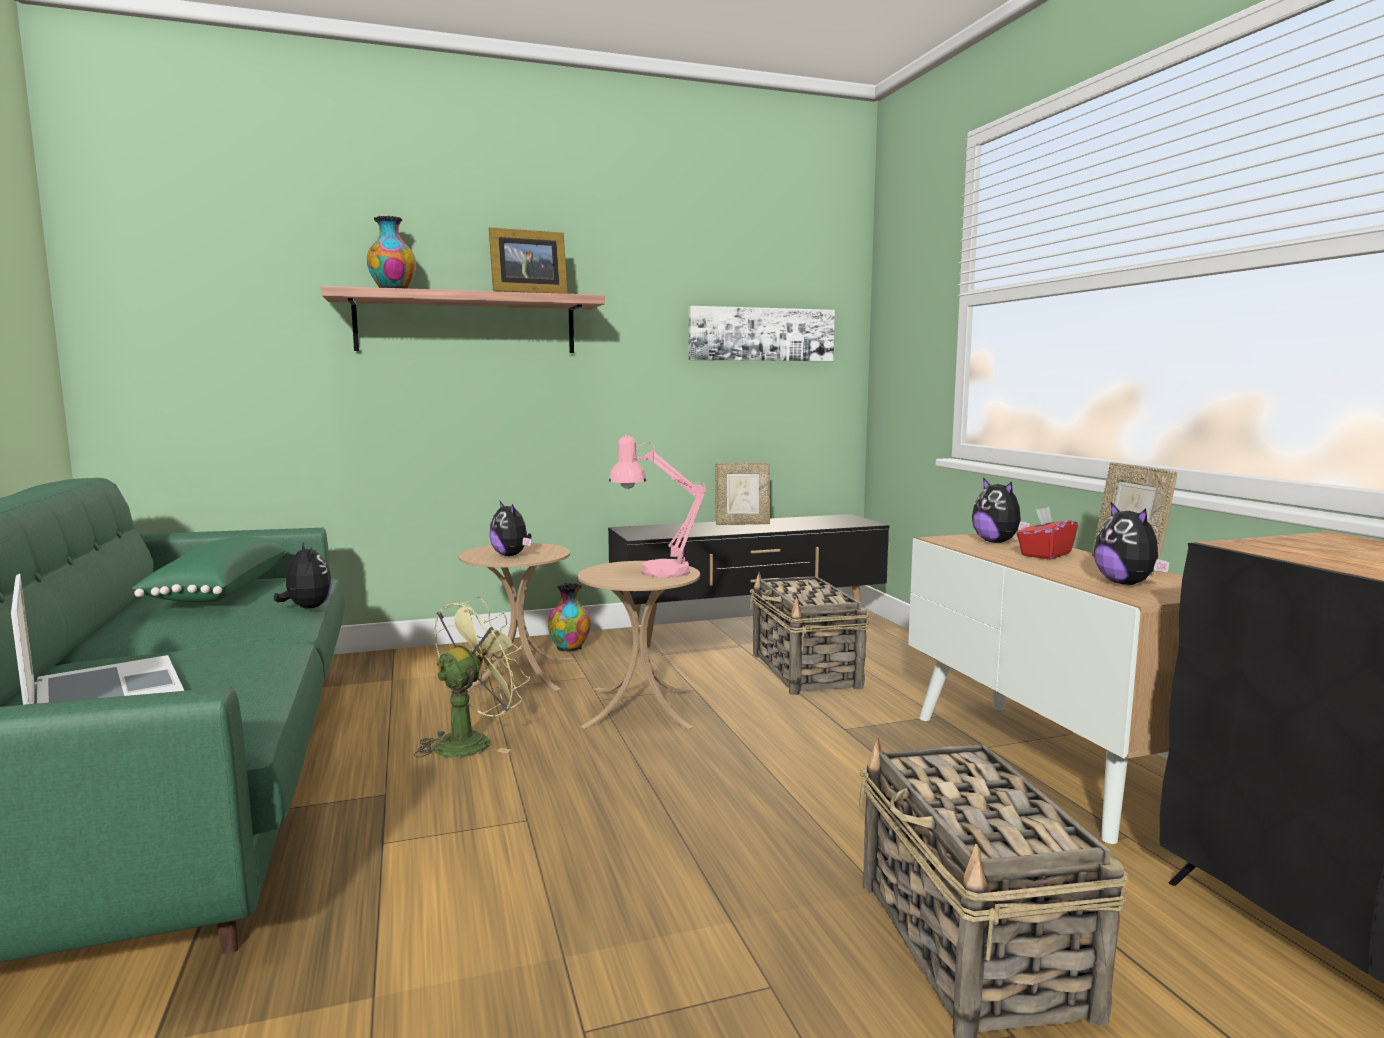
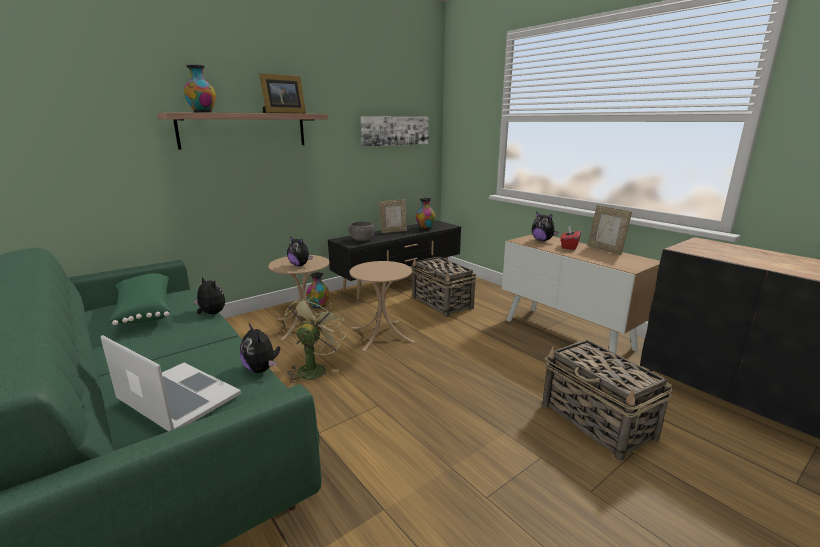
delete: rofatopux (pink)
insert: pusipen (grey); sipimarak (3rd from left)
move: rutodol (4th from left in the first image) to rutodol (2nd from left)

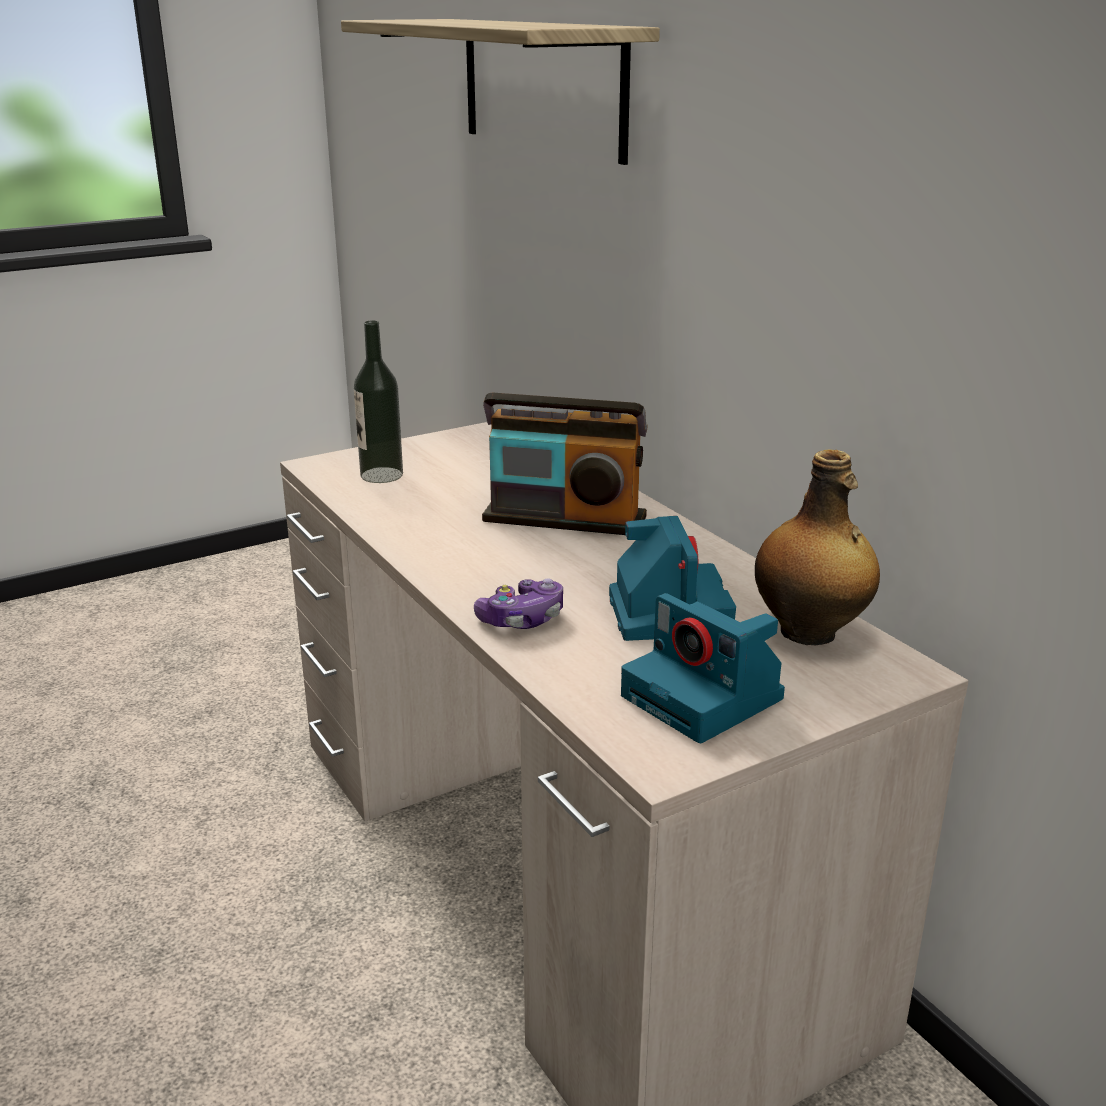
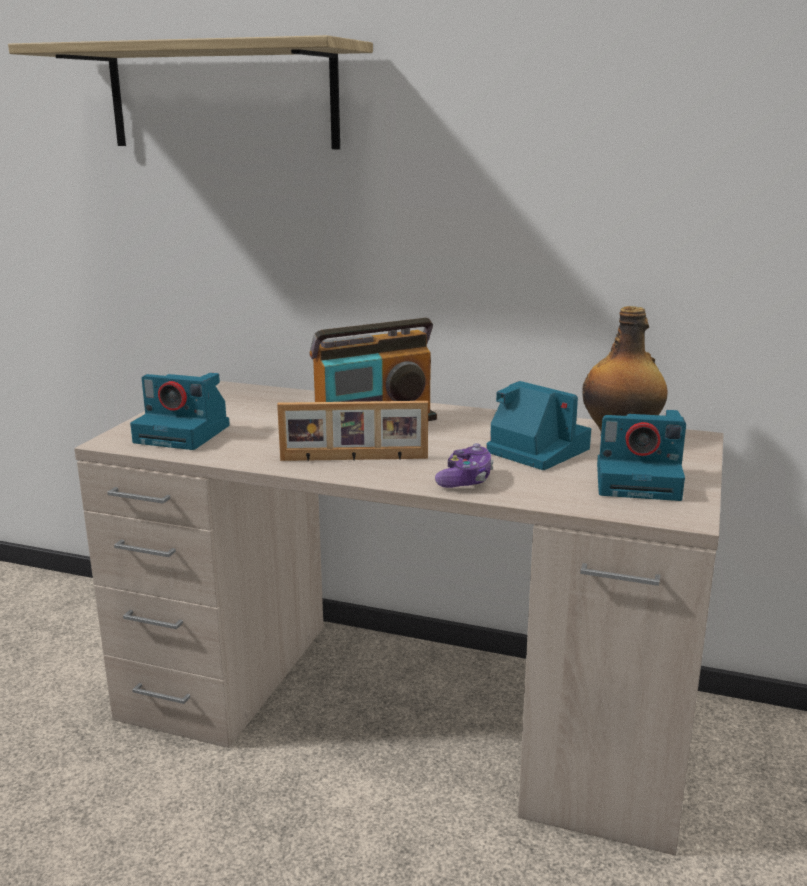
insert: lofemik
replace: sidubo (1st from left) to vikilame (1st from left)

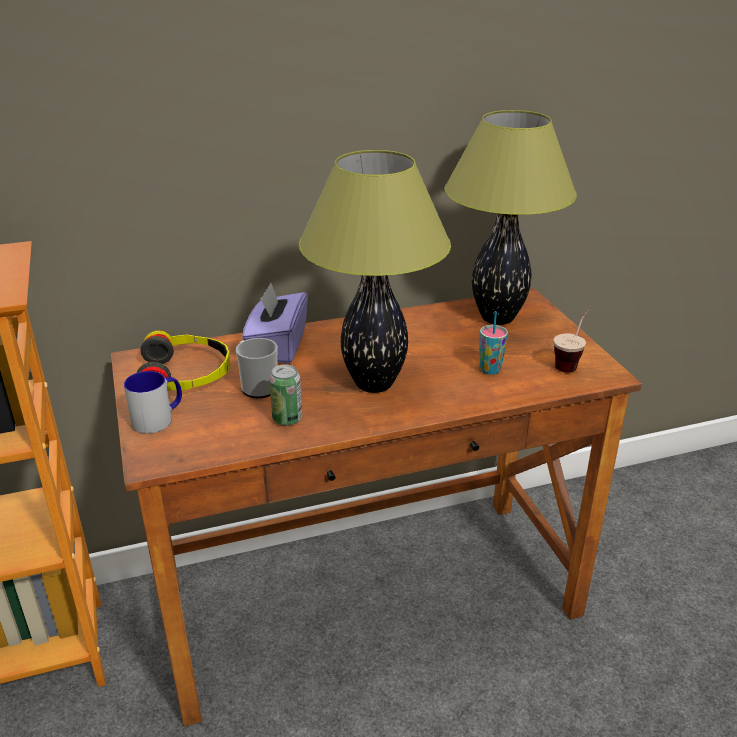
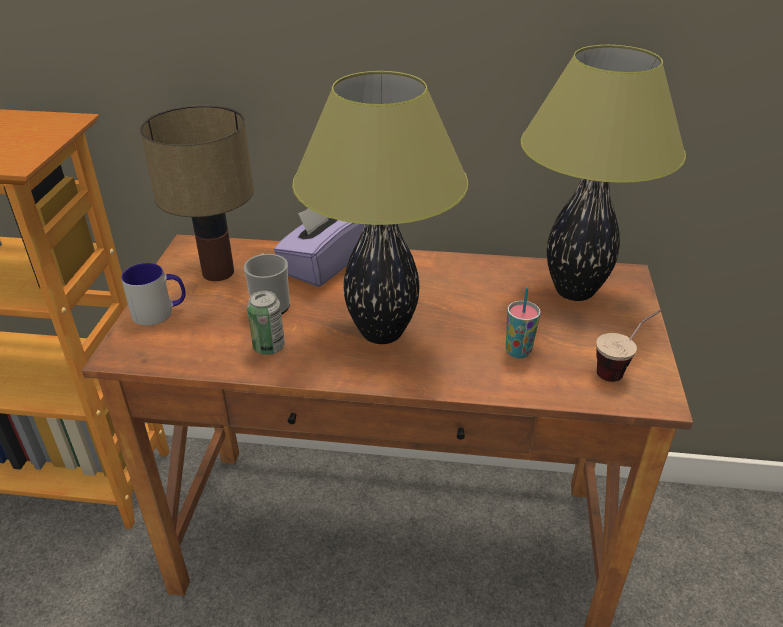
replace: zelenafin to rofatopux (1st from left)

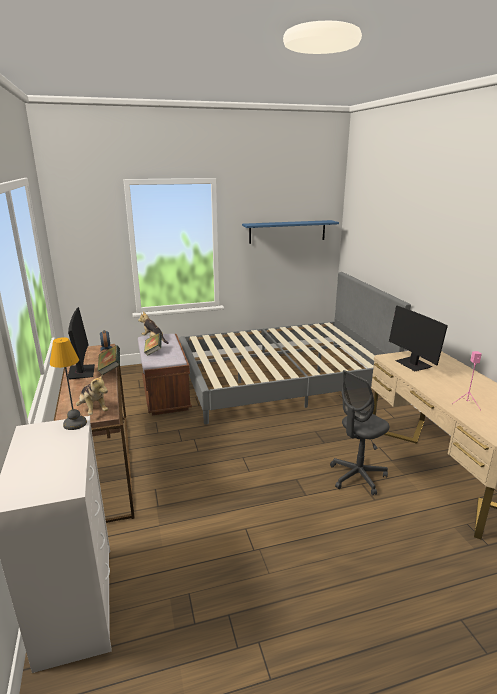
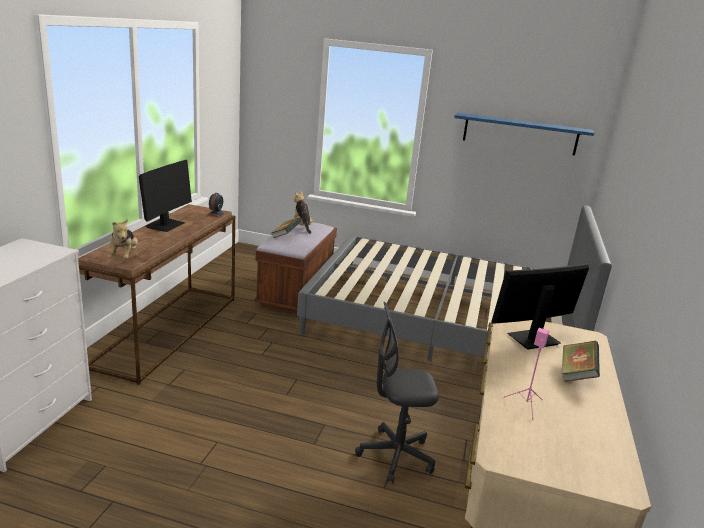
delete: rofatopux
move: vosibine (1st from left in the first image) to vosibine (2nd from left)
rotate: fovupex (2nd from left) 60 degrees clockwise

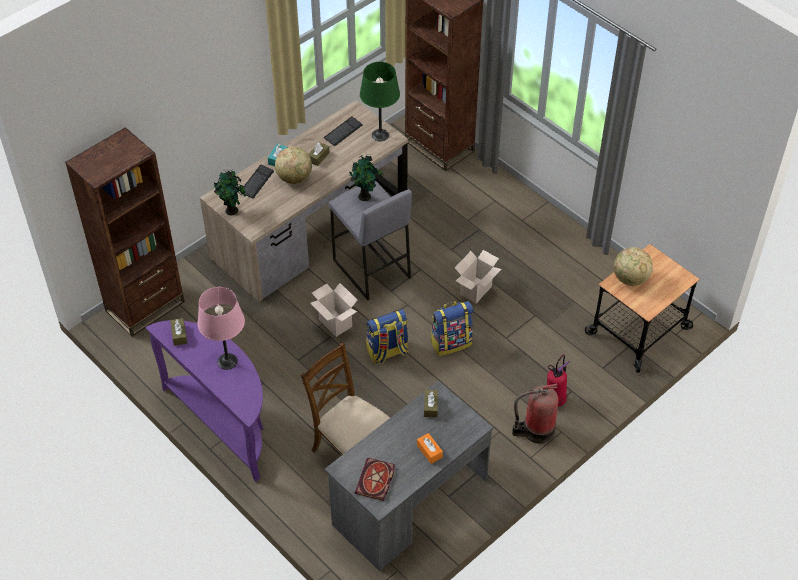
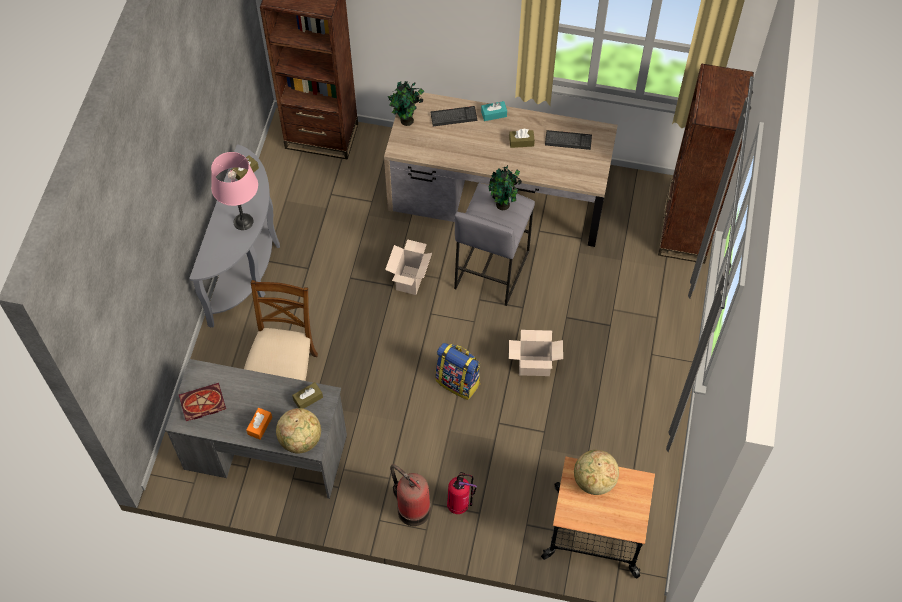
delete: rofatopux (green); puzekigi (1st from left)
move: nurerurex (1st from left)
recolor: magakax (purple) to magakax (grey)

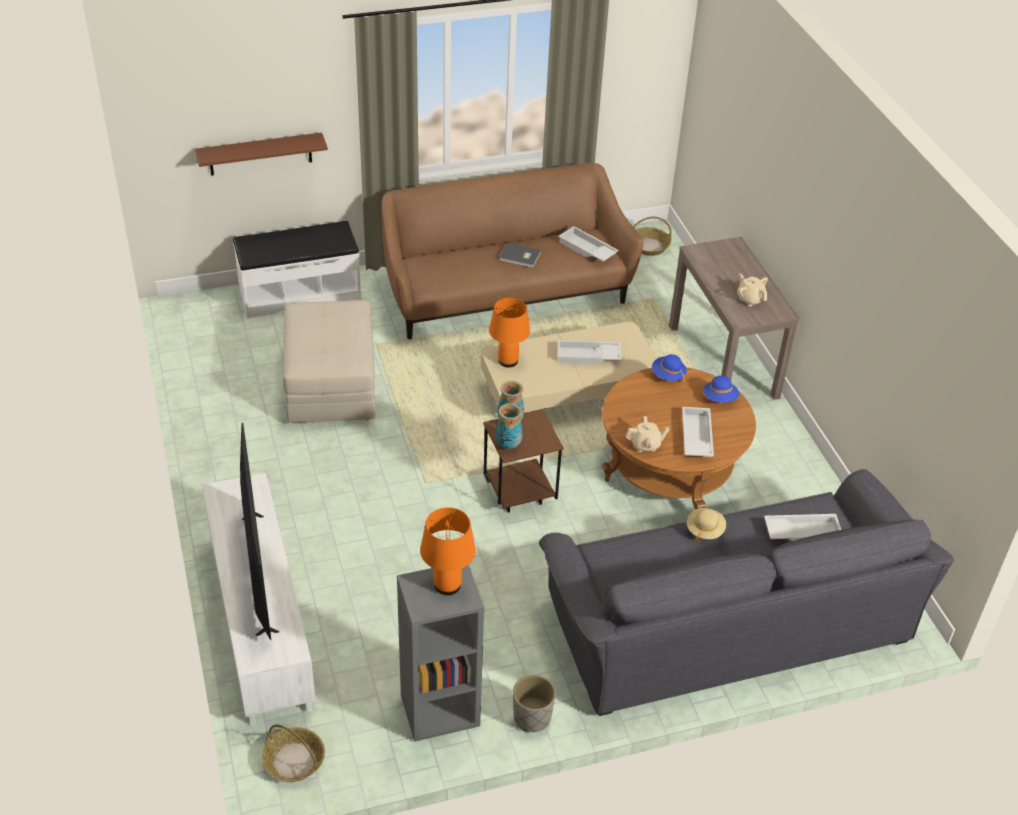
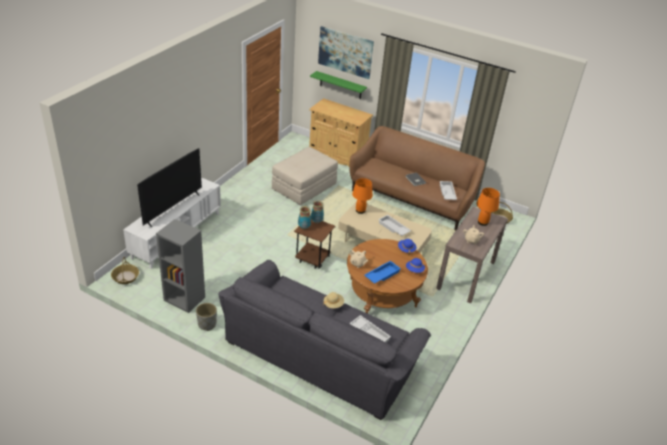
insert: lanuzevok
move: rofatopux (orange) (1st from left in the first image) to rofatopux (orange) (2nd from left)
replace: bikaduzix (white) to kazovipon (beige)
recolor: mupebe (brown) to mupebe (green); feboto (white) (3rd from left) to feboto (blue)

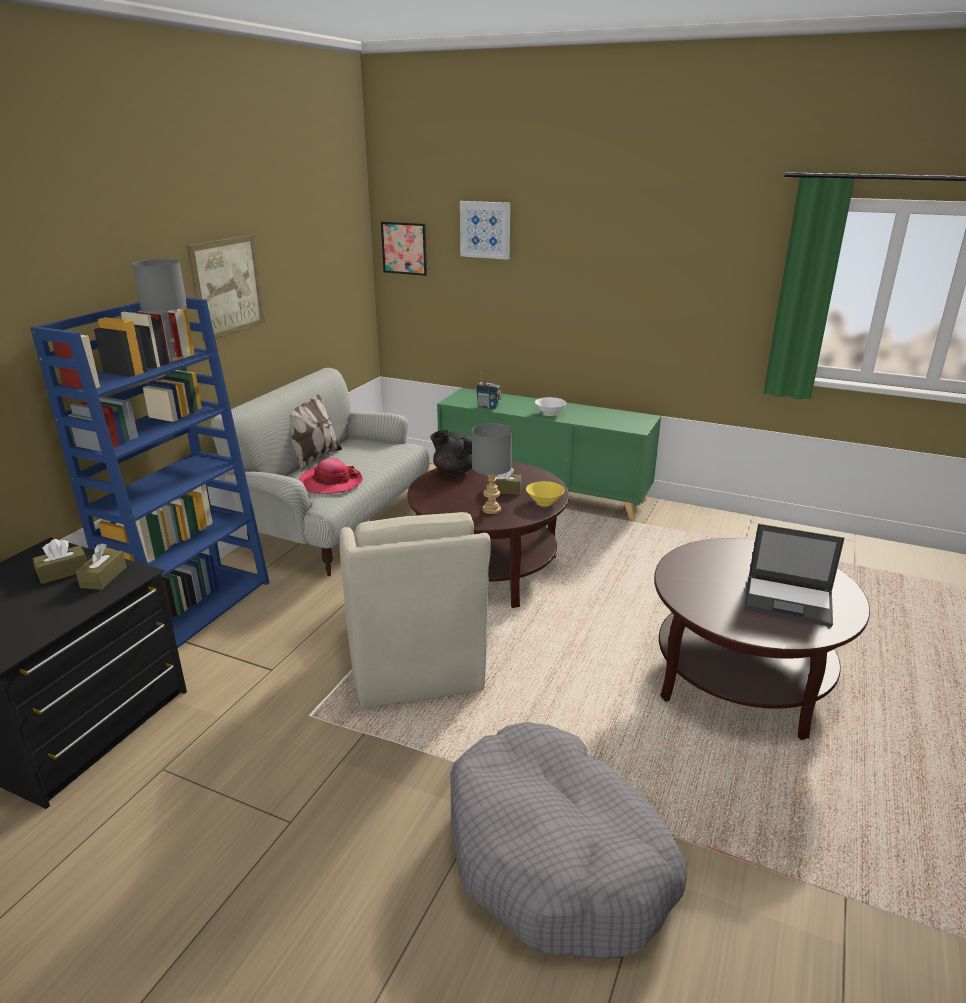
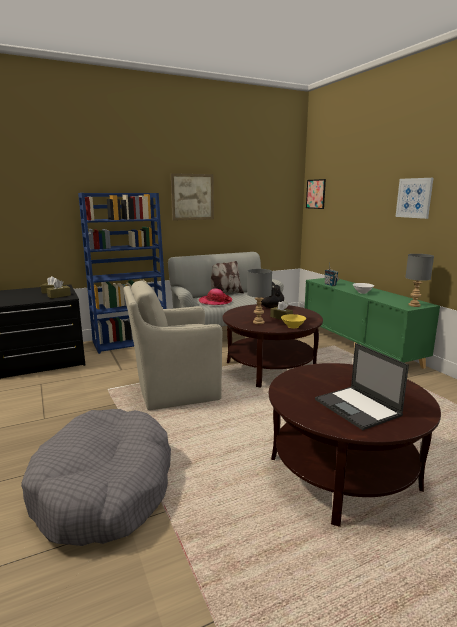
move: rofatopux (grey) (1st from left in the first image) to rofatopux (grey) (2nd from left); lanuzevok (3rd from left)
rotate: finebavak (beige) 45 degrees clockwise

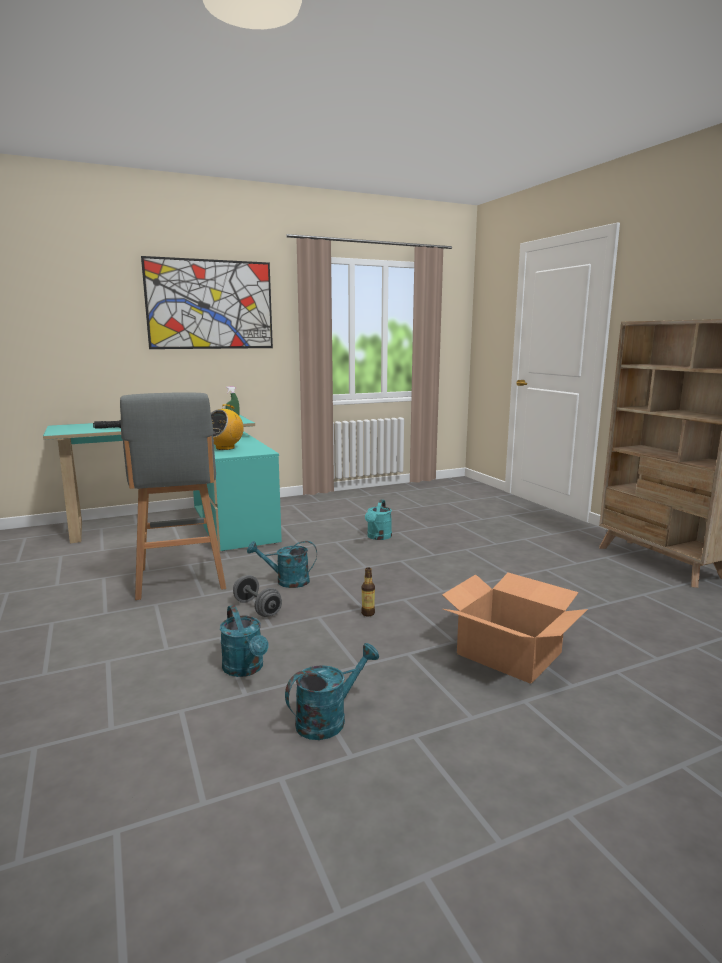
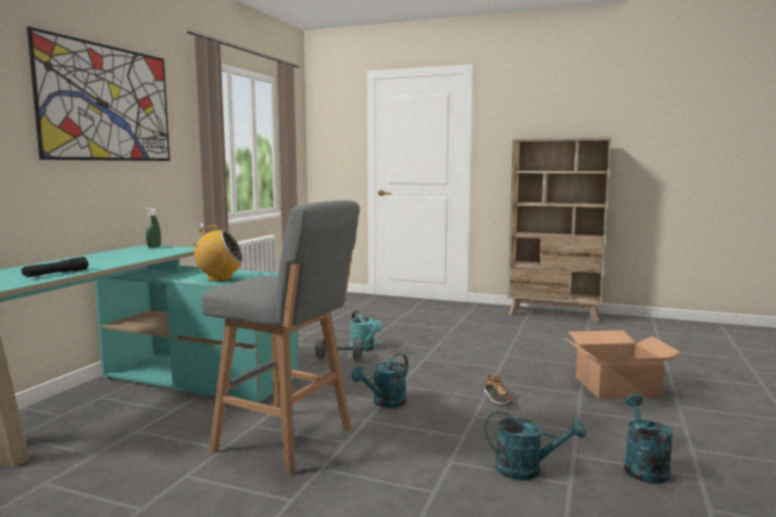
move: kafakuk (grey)
replace: sidubo to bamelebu
rotate: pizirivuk 75 degrees counterclockwise

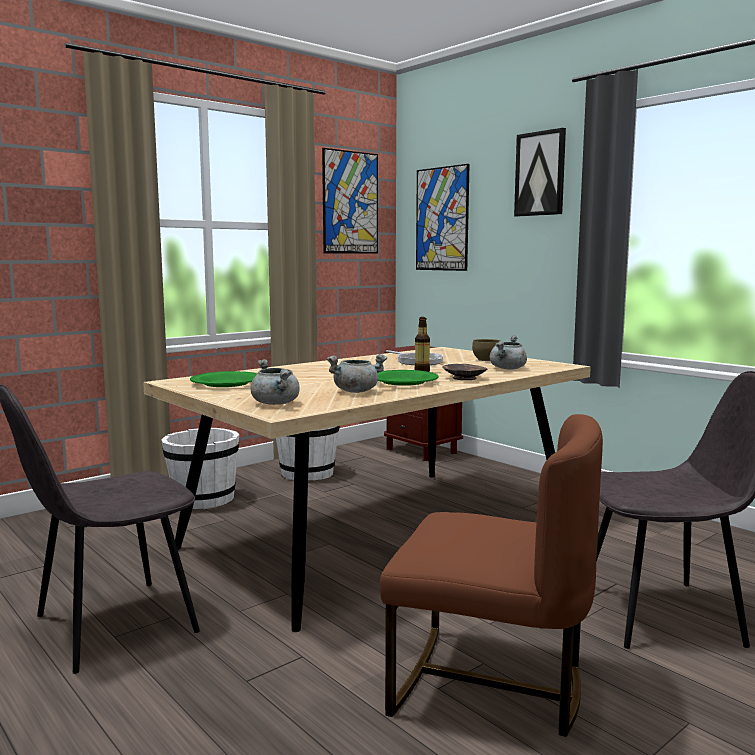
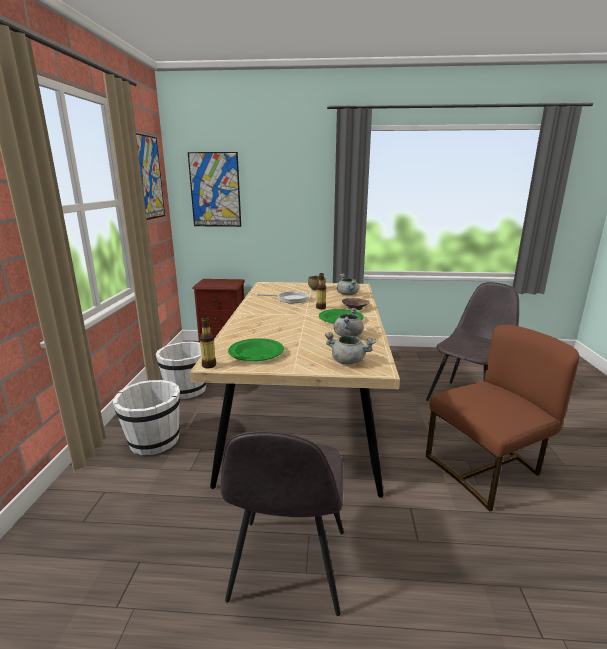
delete: lanuzevok (3rd from left)
insert: sidubo (1st from left)

